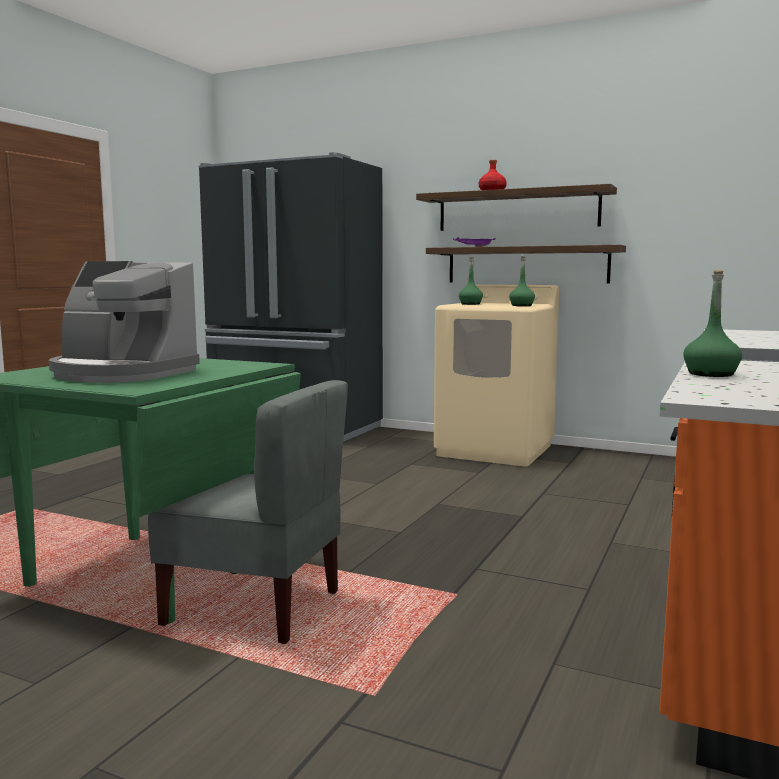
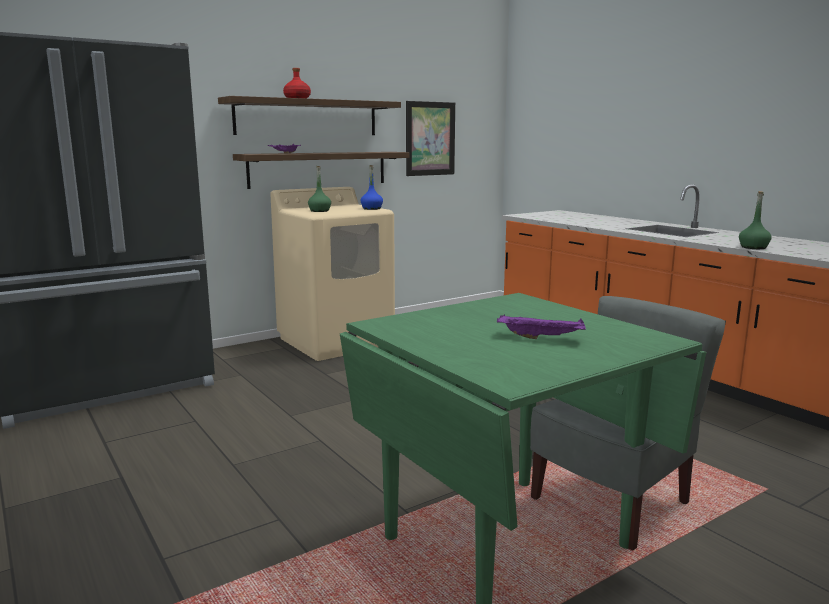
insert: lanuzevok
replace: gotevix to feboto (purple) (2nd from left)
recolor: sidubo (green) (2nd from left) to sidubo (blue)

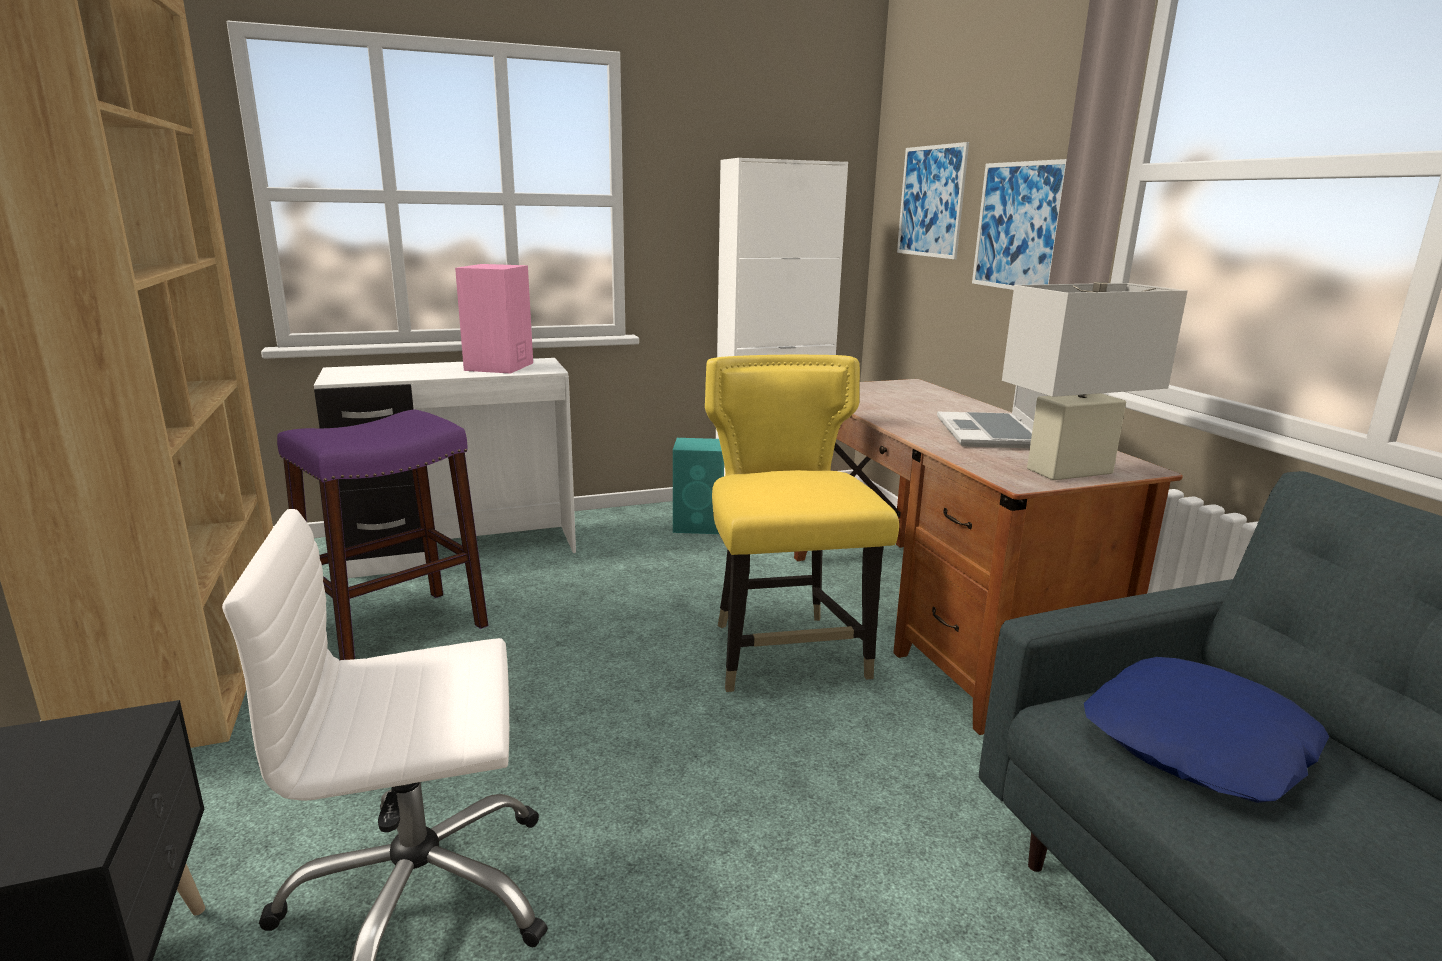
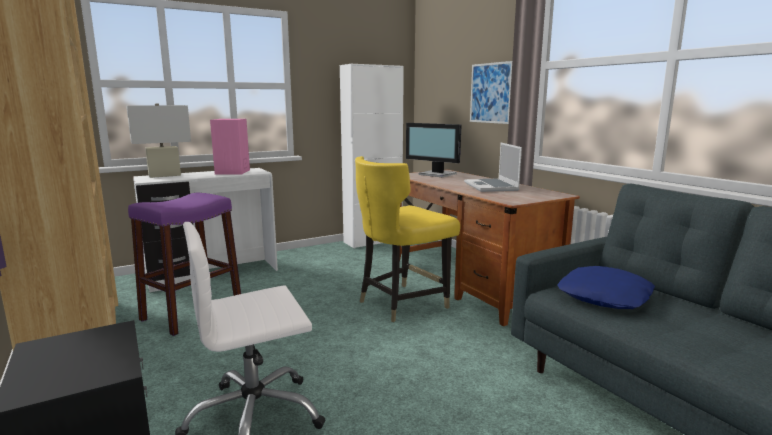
delete: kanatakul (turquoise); lanuzevok (1st from left)
insert: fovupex
move: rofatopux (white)
rotate: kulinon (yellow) 105 degrees counterclockwise

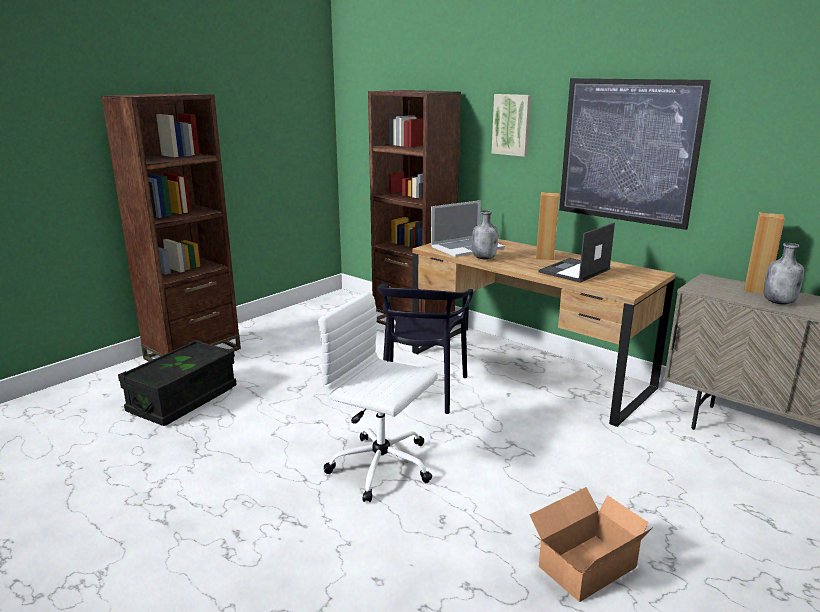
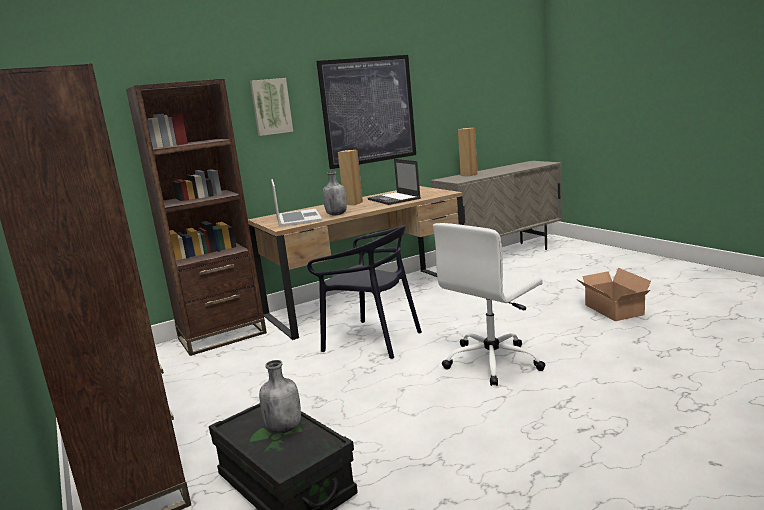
move: sidubo (grey) (2nd from left in the first image) to sidubo (grey) (1st from left)

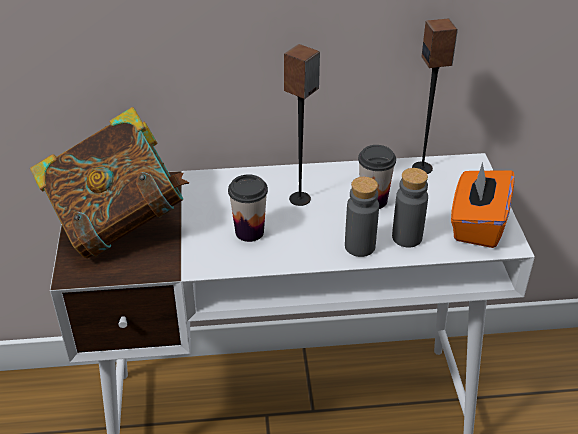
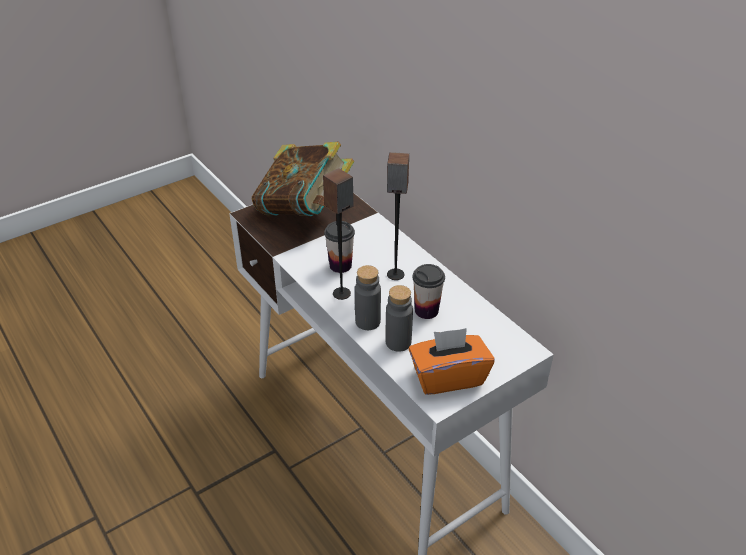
move: kanatakul (2nd from left in the first image) to kanatakul (1st from left)

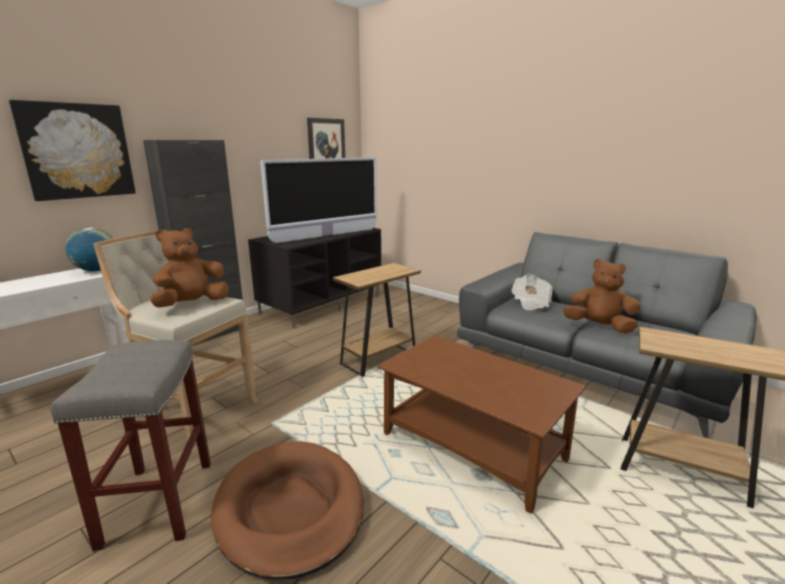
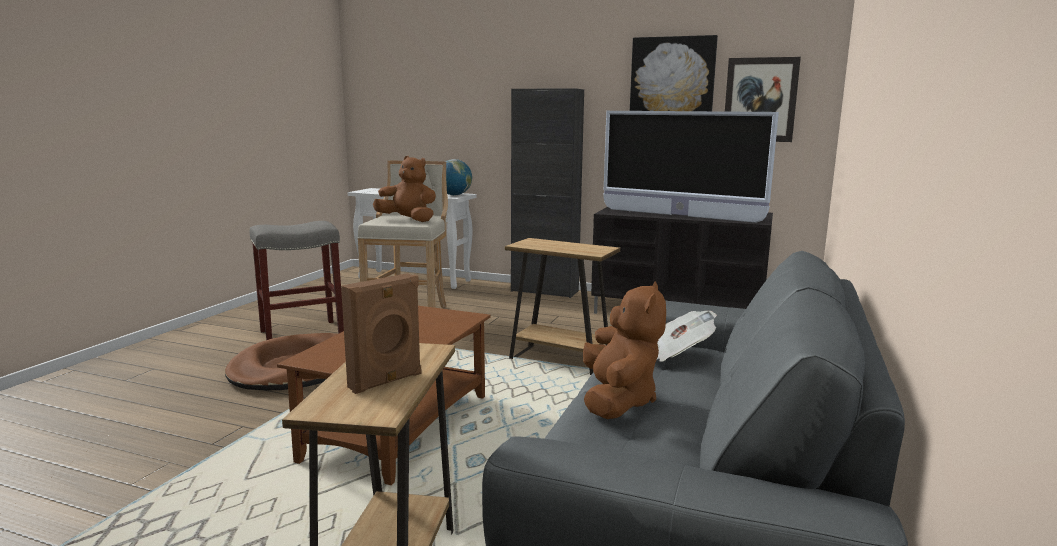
insert: kanatakul (brown)
move: lanuzevok (1st from left)

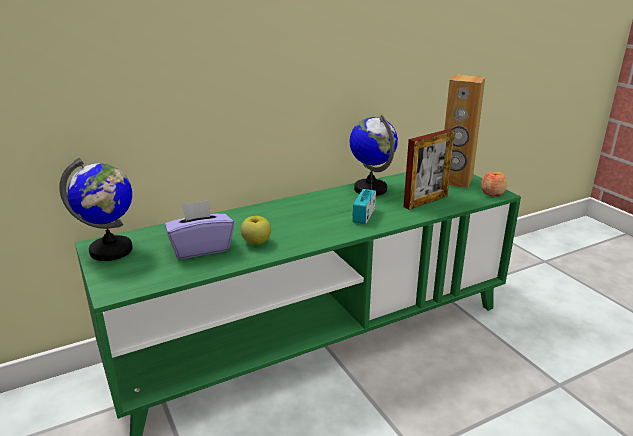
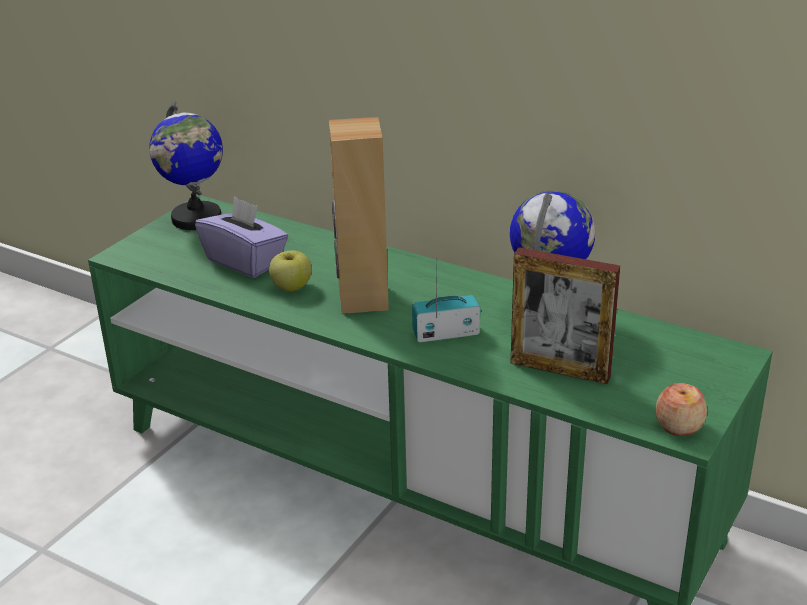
move: kanatakul (brown)

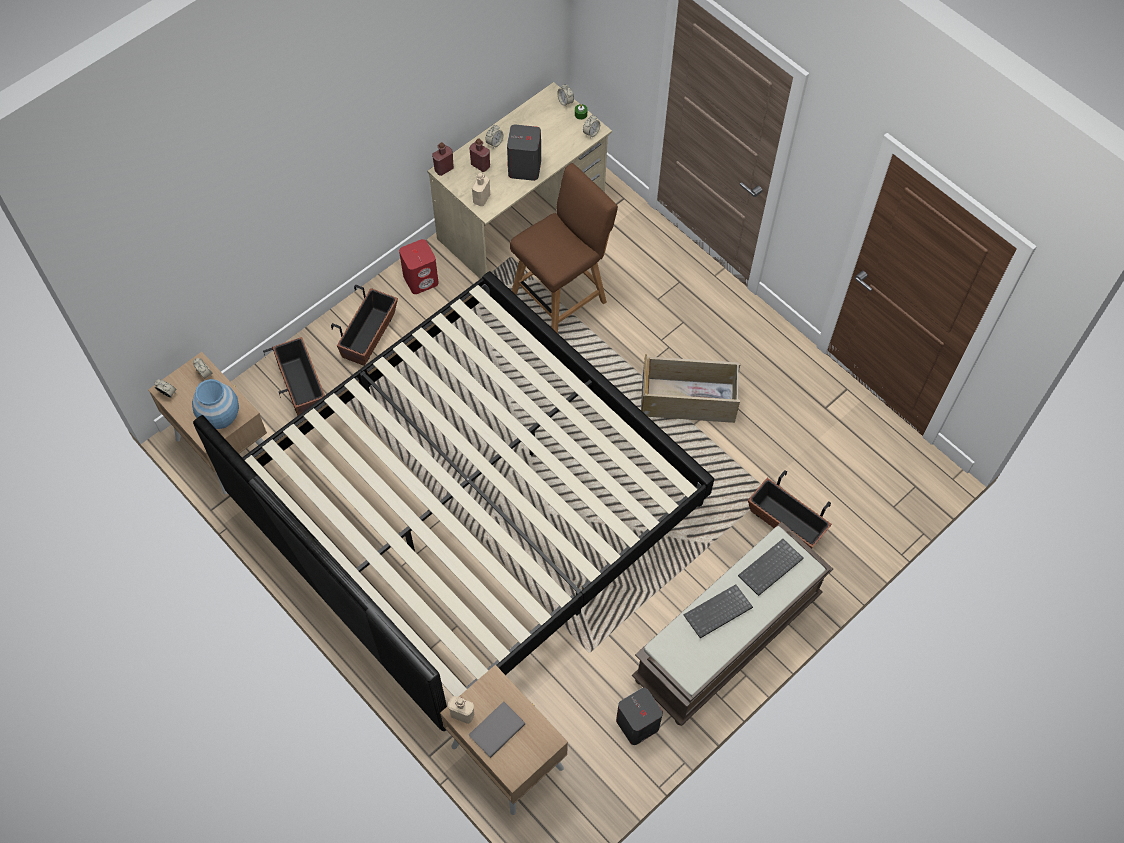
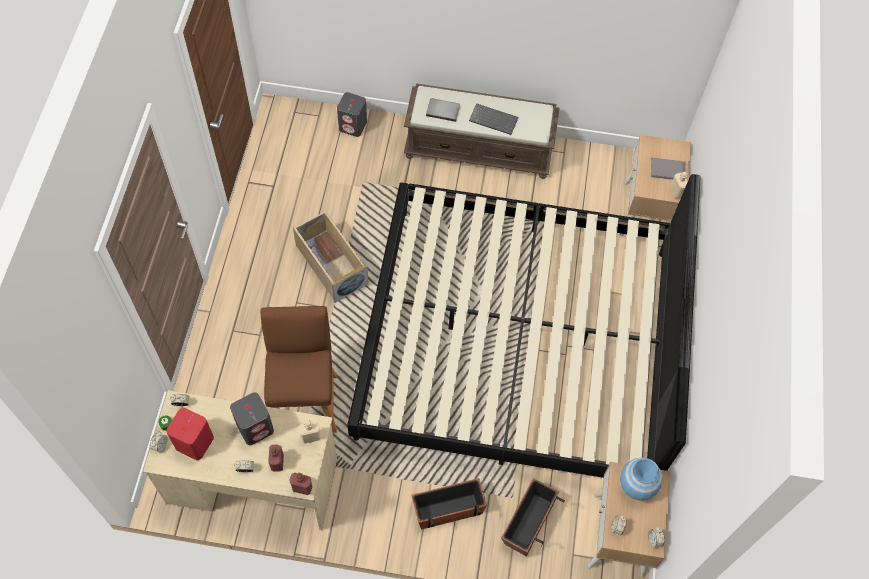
delete: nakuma (3rd from left)
move: kanatakul (red); kanatakul (grey) (2nd from left)
replace: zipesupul (2nd from left) to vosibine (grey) (1st from left)
rotate: kulinon (brown) 75 degrees clockwise

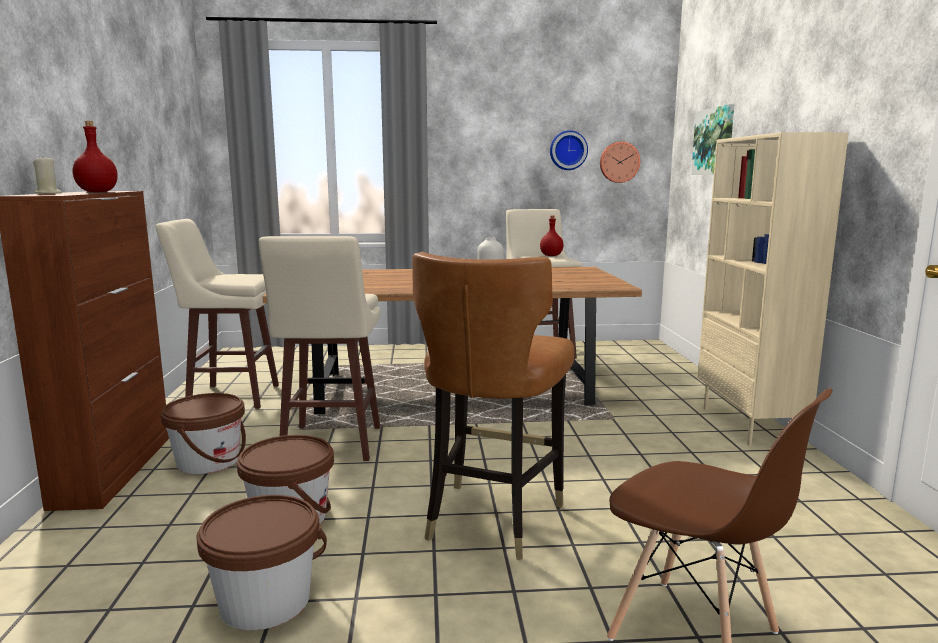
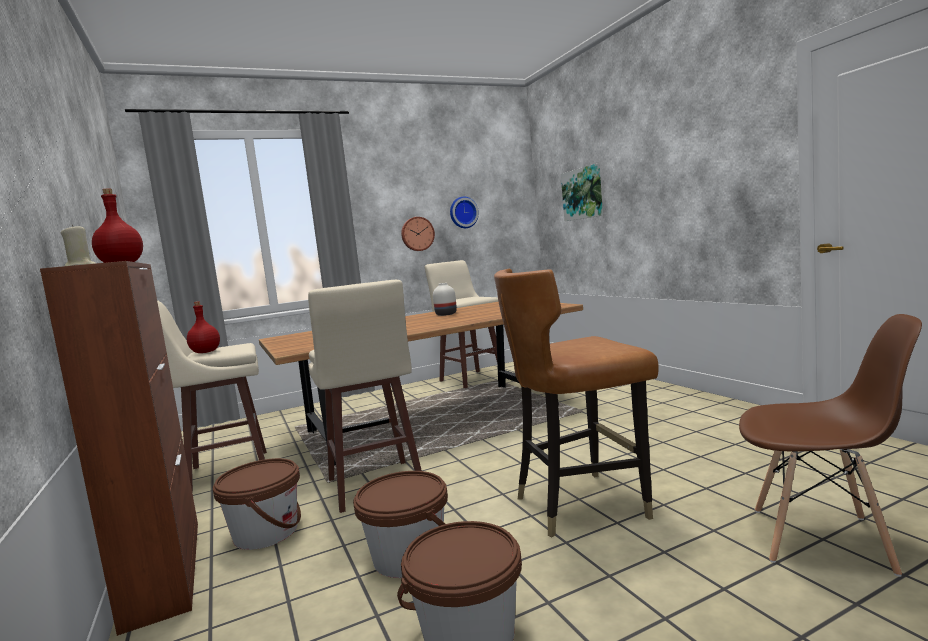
delete: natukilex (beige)
move: sidubo (red) (2nd from left); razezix (2nd from left in the first image) to razezix (1st from left)
rotate: kulinon (brown) (1st from left) 75 degrees clockwise

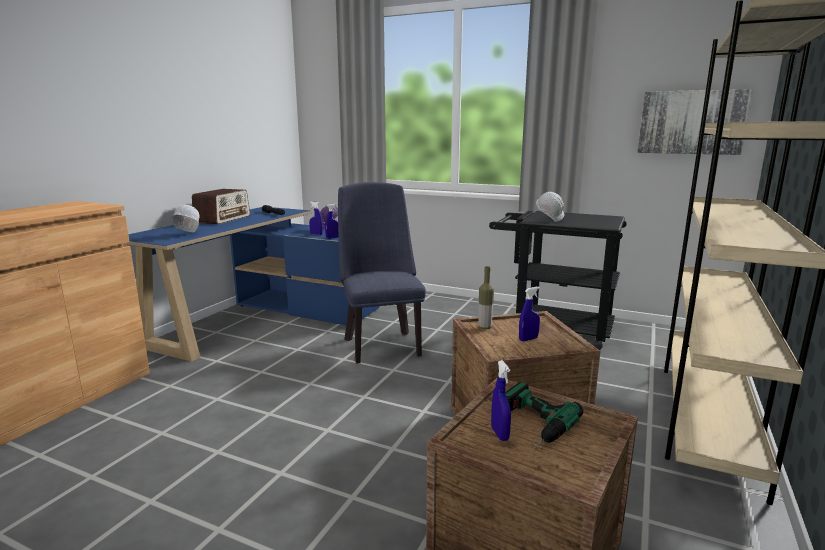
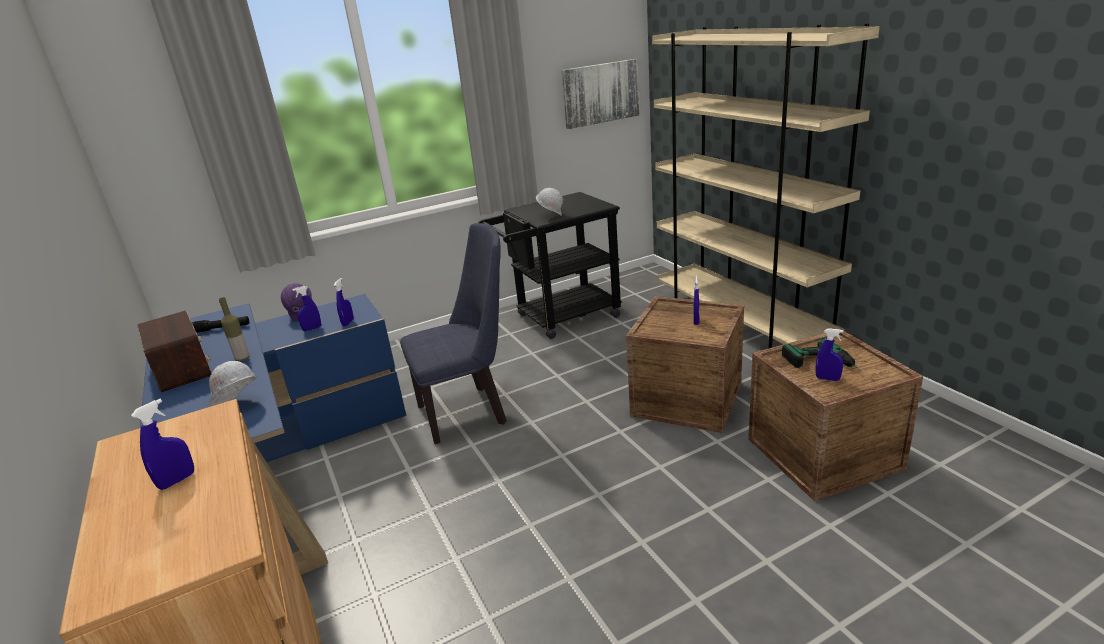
insert: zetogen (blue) (1st from left)
move: sidubo
rotate: kulinon (blue) 135 degrees clockwise

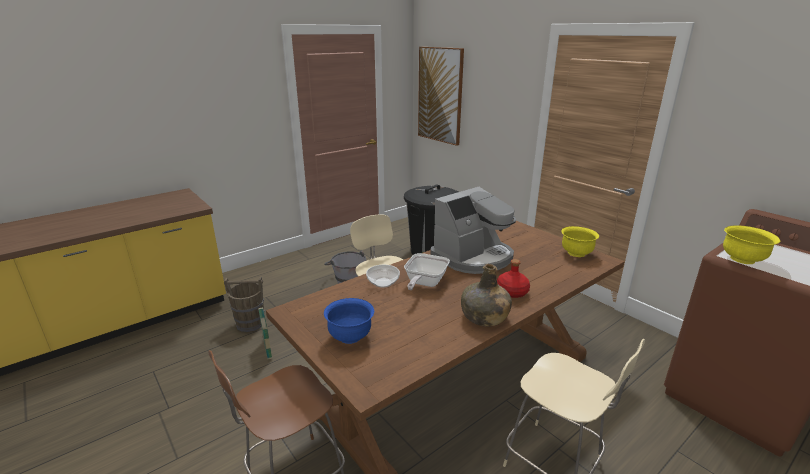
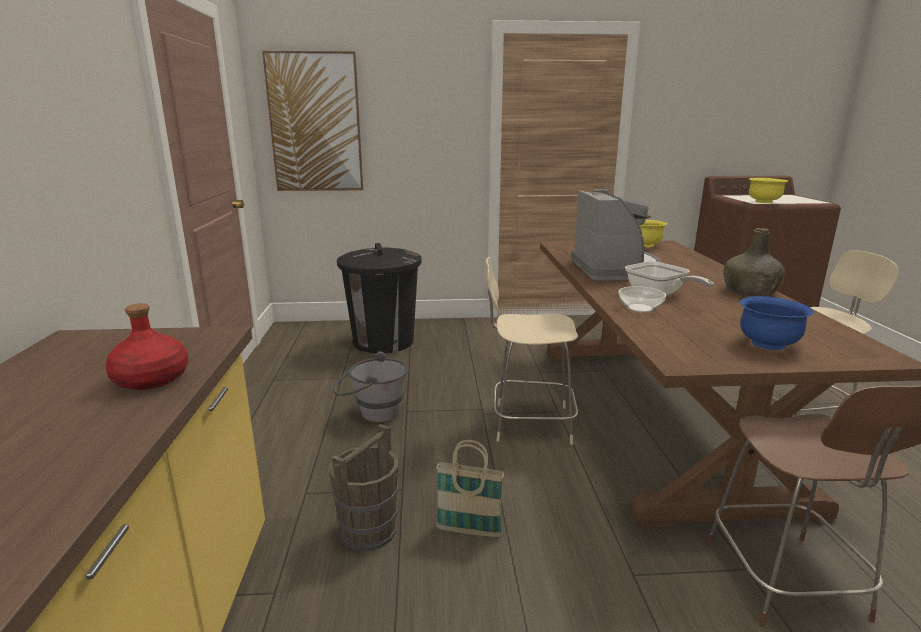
move: sidubo (red)

